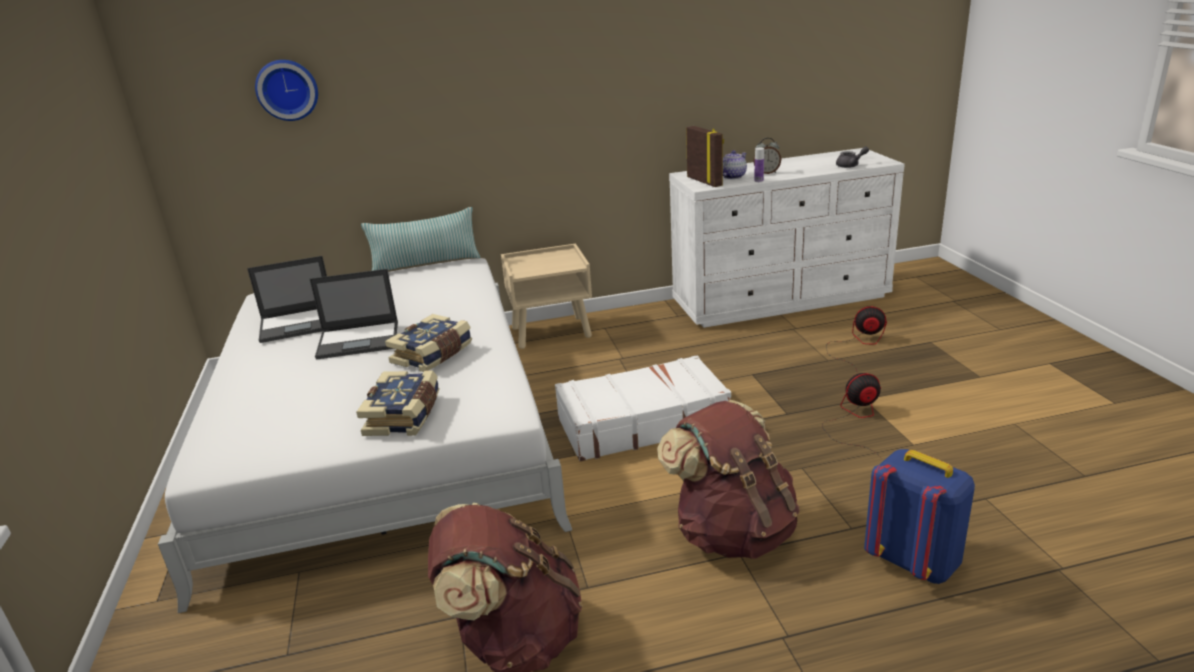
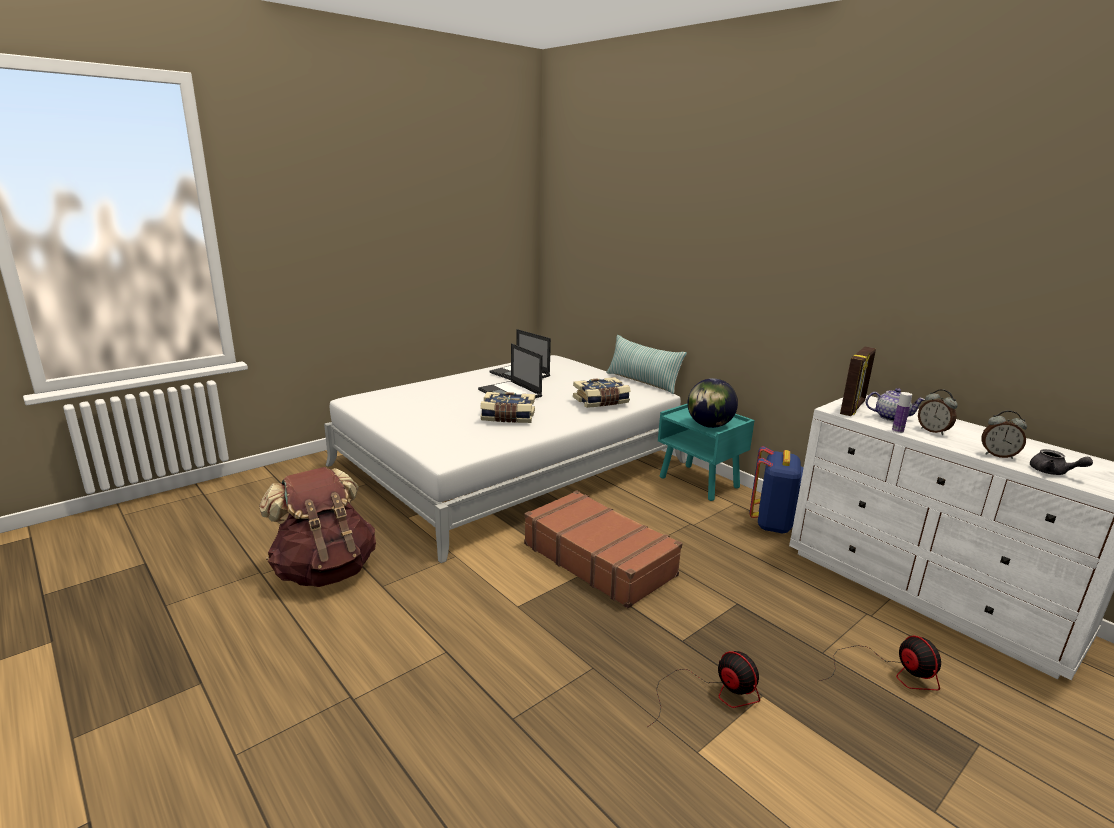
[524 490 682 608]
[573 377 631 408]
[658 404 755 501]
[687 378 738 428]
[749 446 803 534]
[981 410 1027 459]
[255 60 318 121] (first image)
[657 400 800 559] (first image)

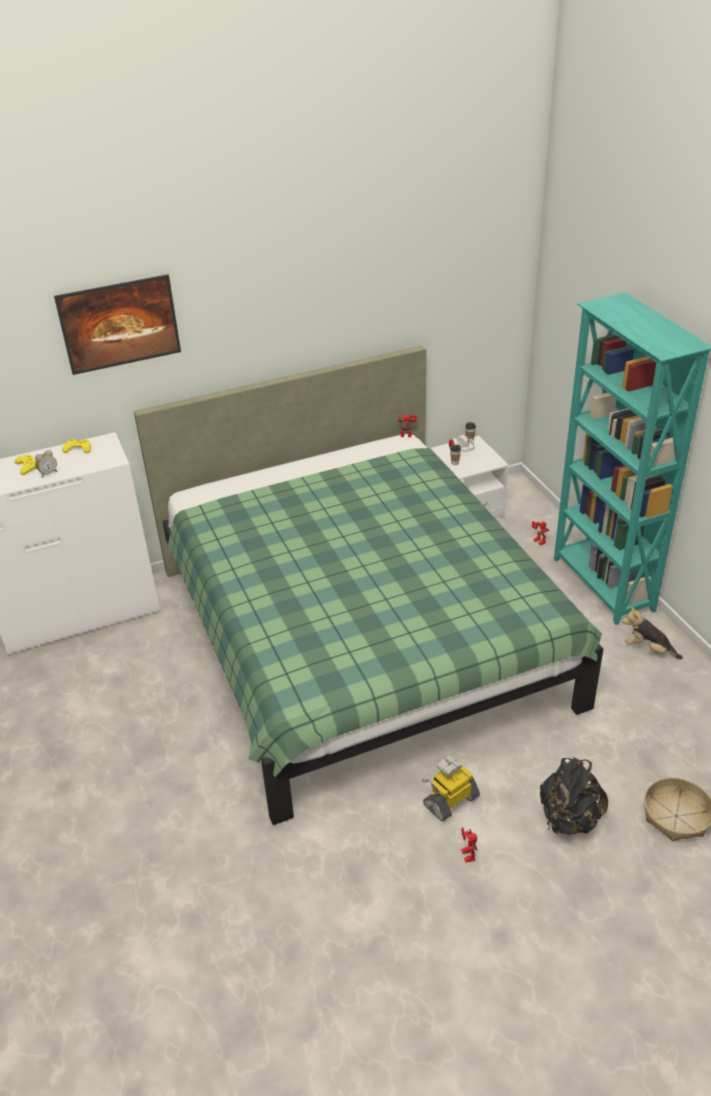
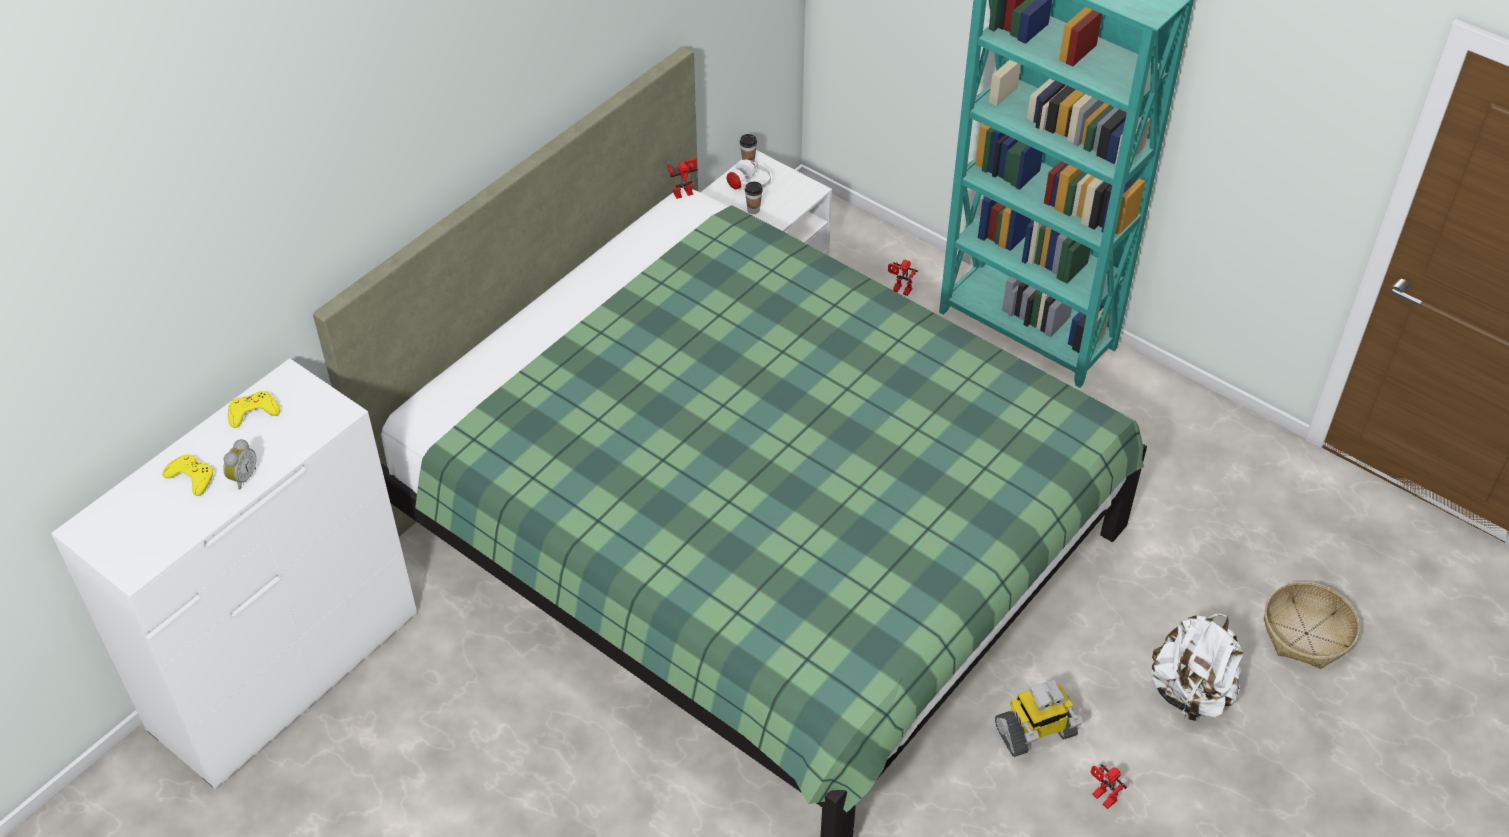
[995 680 1083 757]
[1151 613 1243 721]
[54 274 181 375] (first image)
[622 606 683 659] (first image)

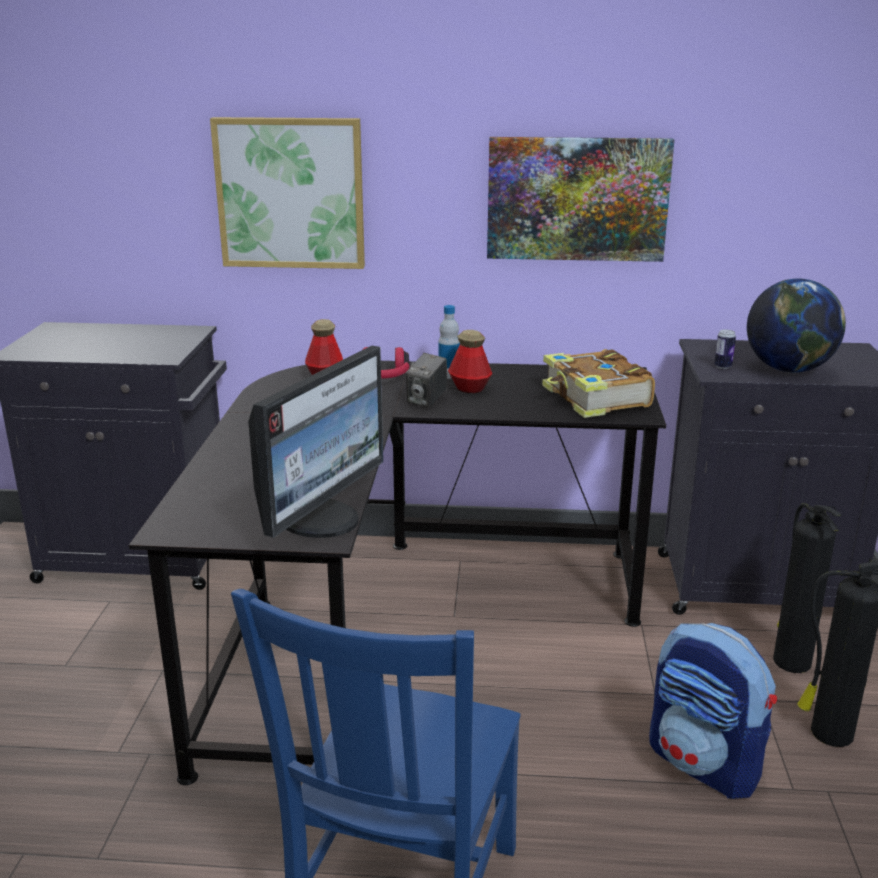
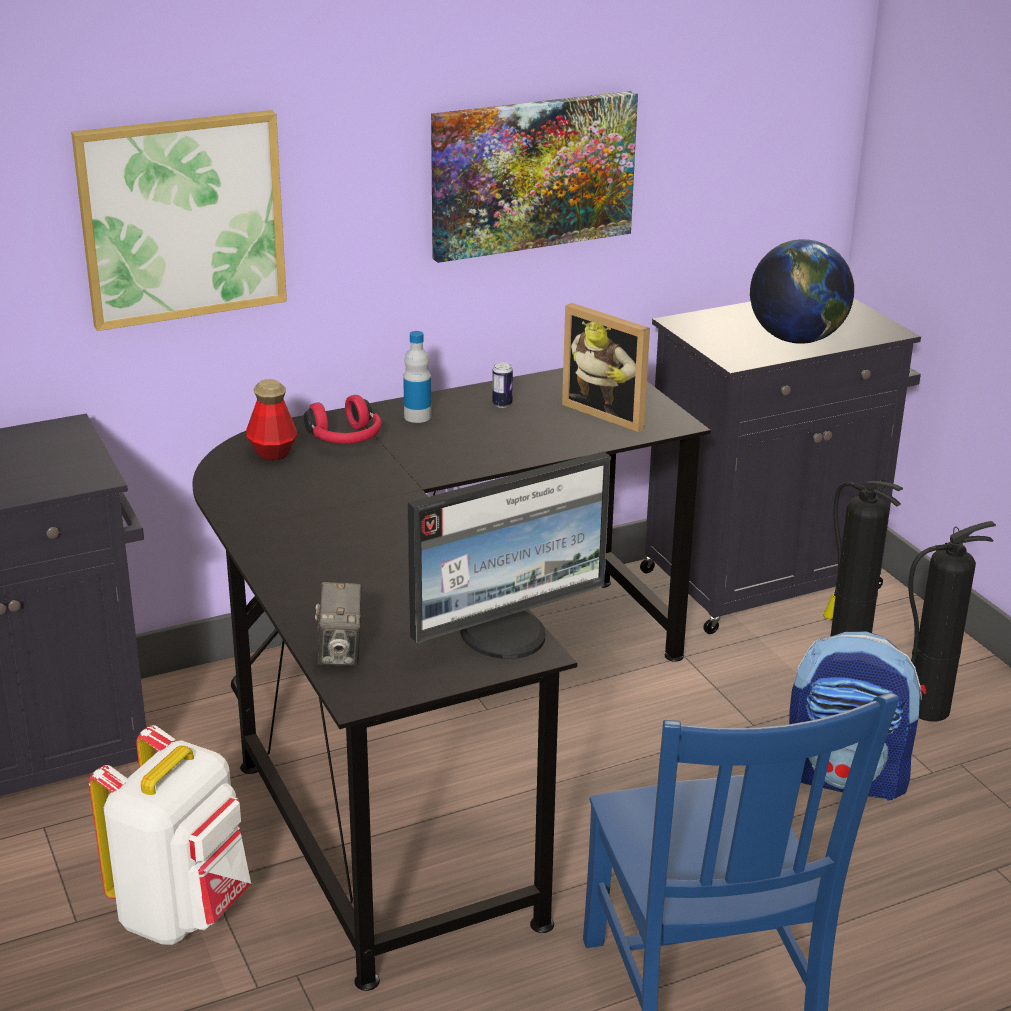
[89 725 251 945]
[315 582 362 666]
[408 451 611 659]
[492 362 513 408]
[562 303 650 432]
[448 330 492 393] (first image)

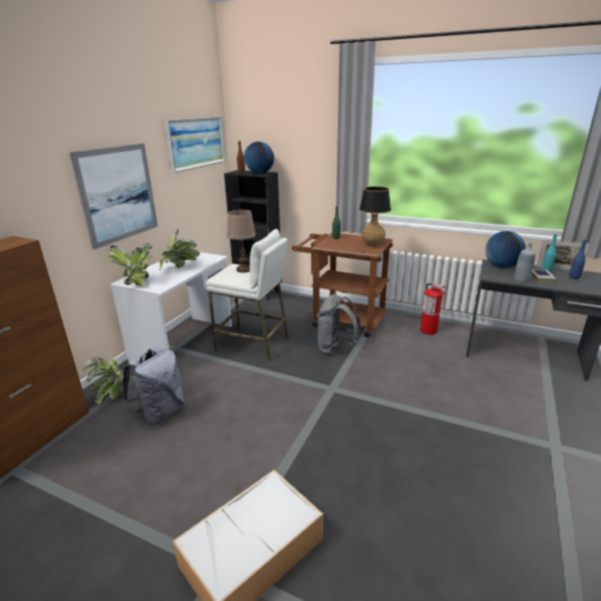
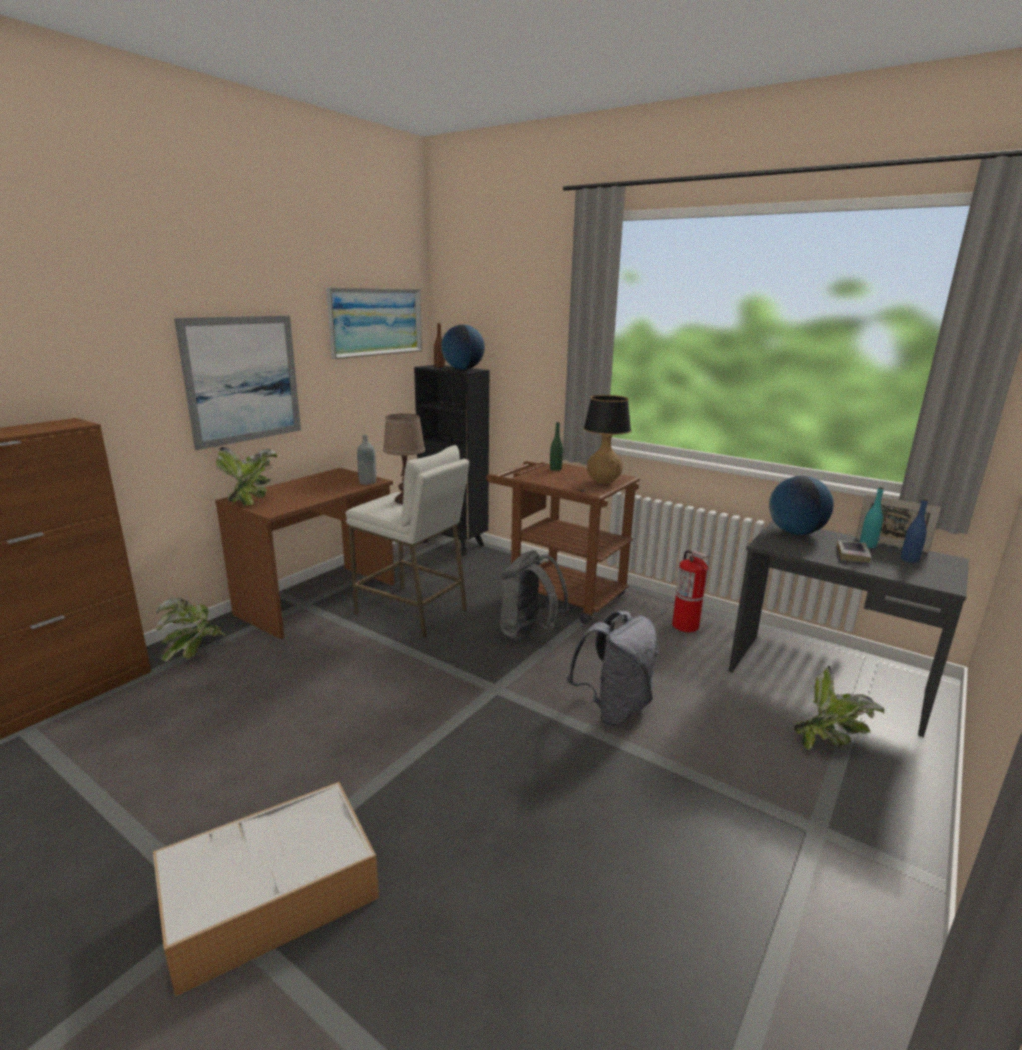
[215 468 394 639]
[357 435 376 485]
[567 611 659 726]
[794 666 884 750]

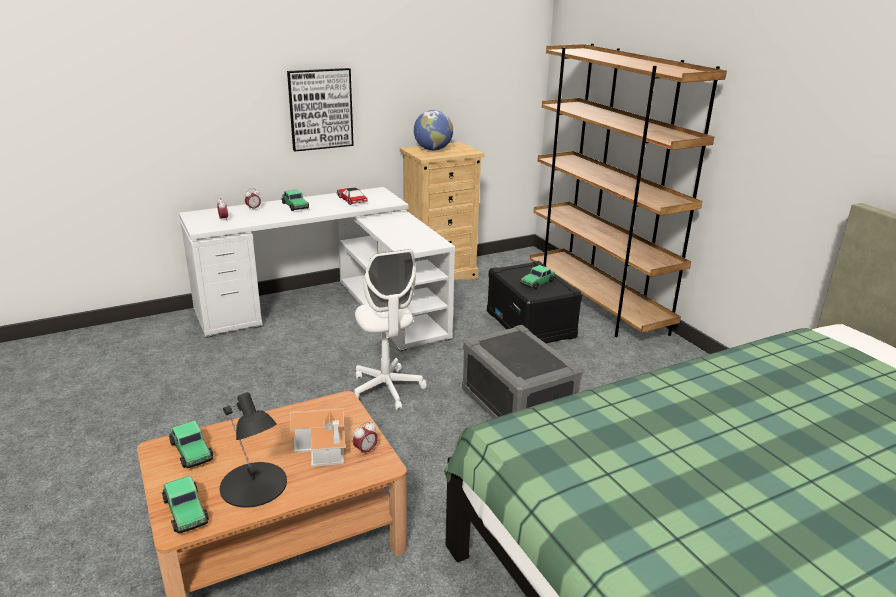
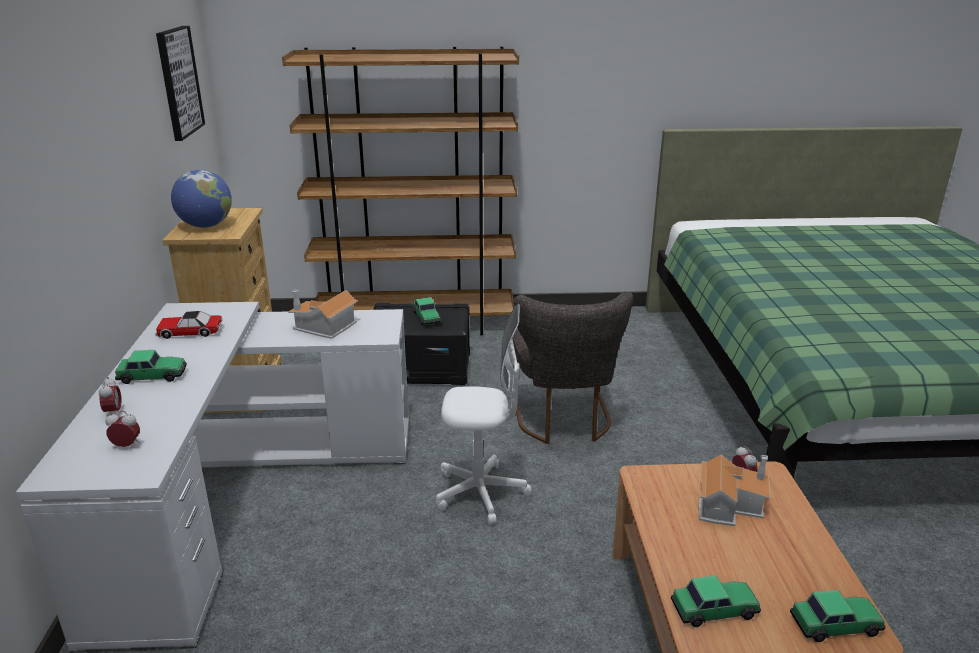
[156 26 205 141]
[288 290 358 339]
[512 291 633 444]
[220 392 287 508] (first image)

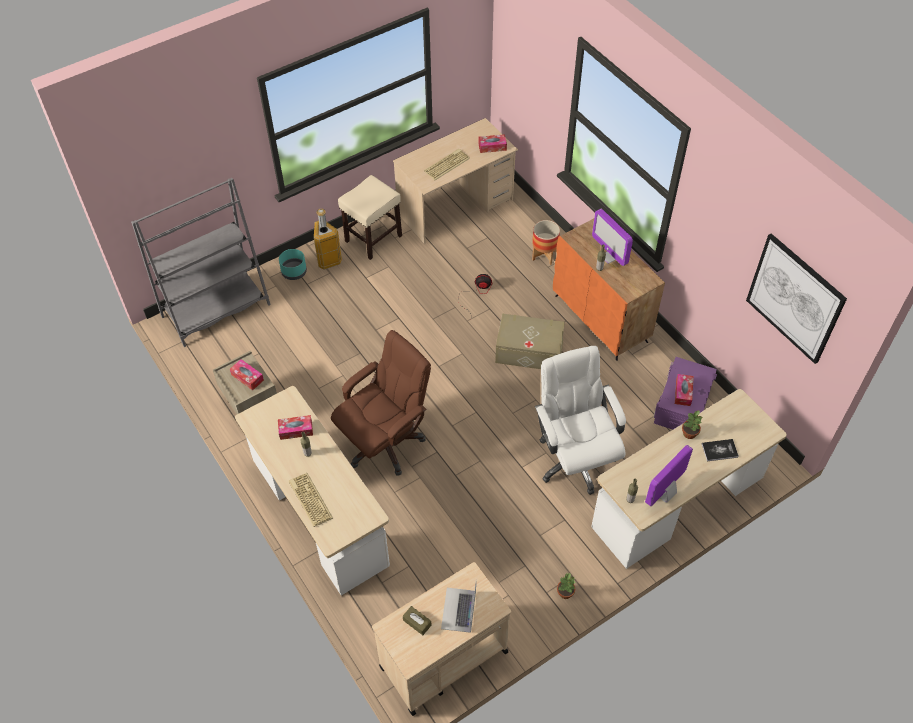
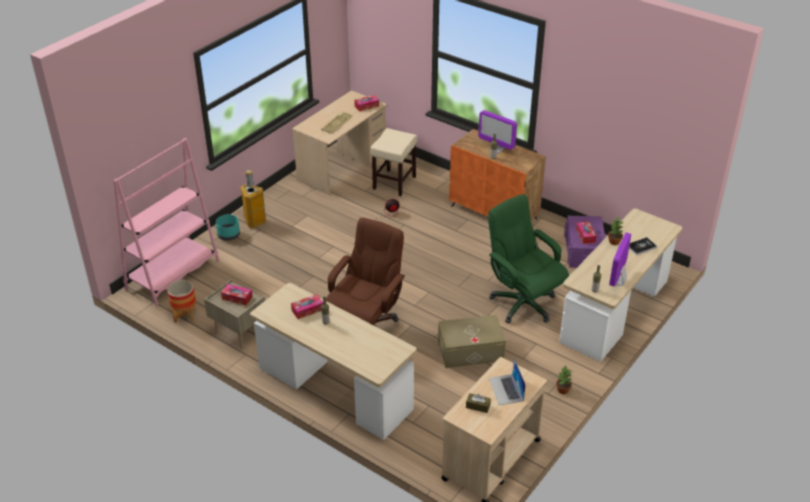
[113 138 220 306]
[167 280 196 323]
[370 128 417 196]
[438 315 506 368]
[488 194 569 324]
[289 473 333 527] (first image)
[746 233 847 364] (first image)

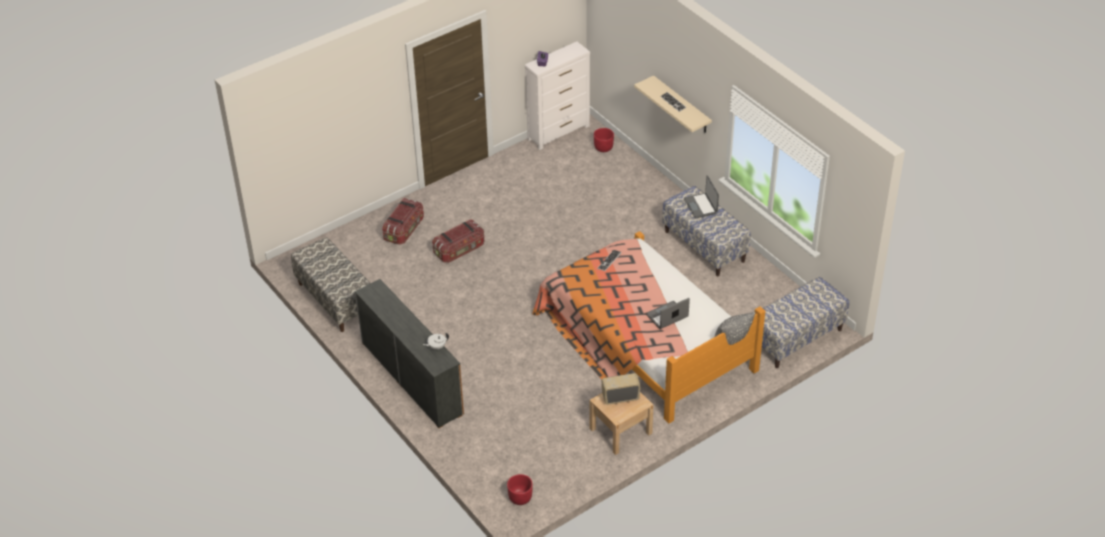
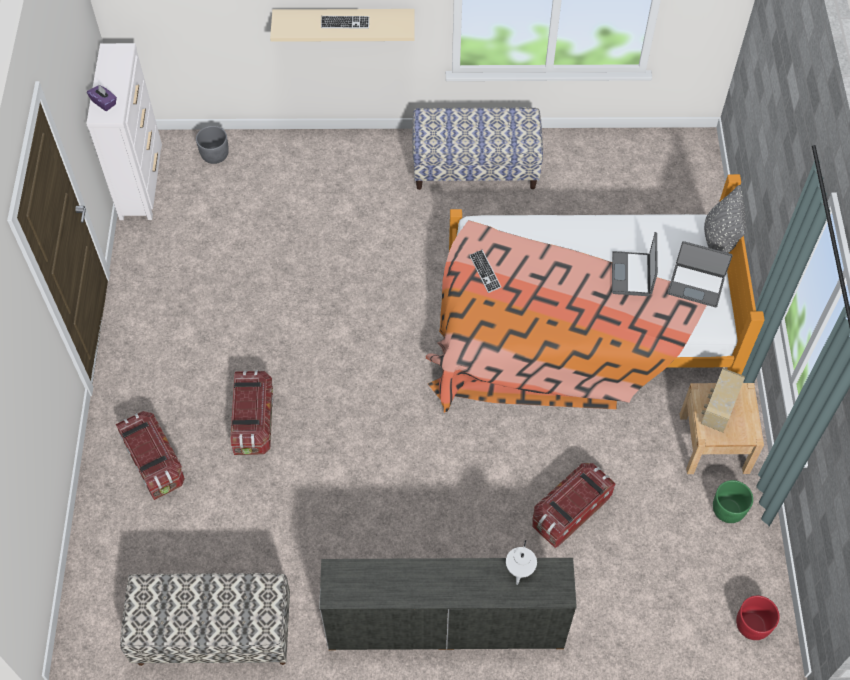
[196 126 229 164]
[532 463 616 548]
[667 241 733 307]
[713 480 753 523]
[762 277 849 368] (first image)

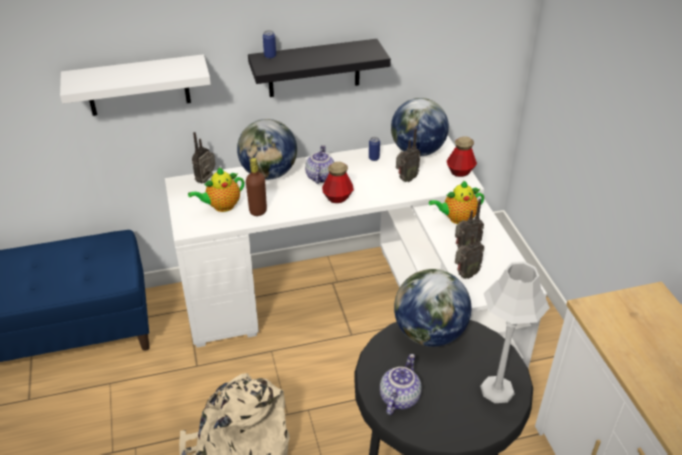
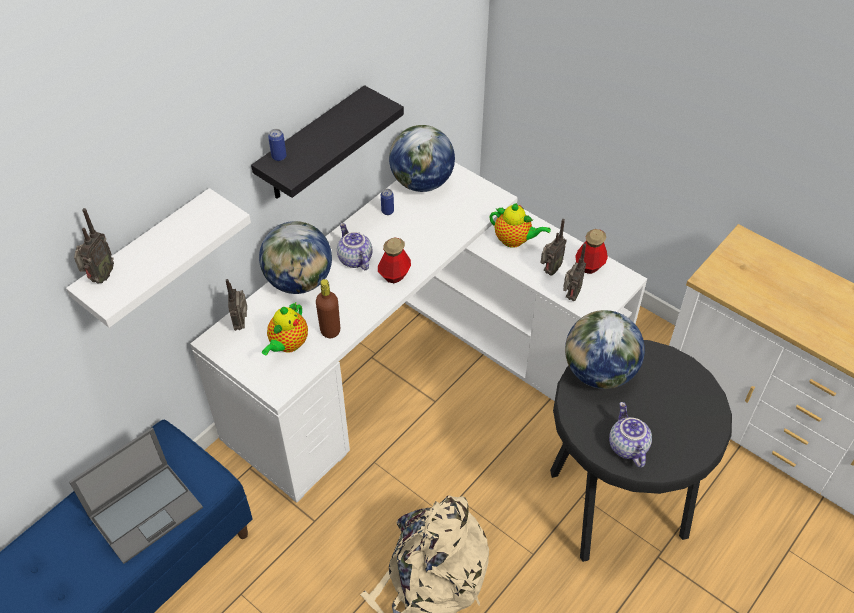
[69 427 203 564]
[74 208 114 284]
[489 203 551 248]
[575 229 608 274]
[480 262 550 403] (first image)

